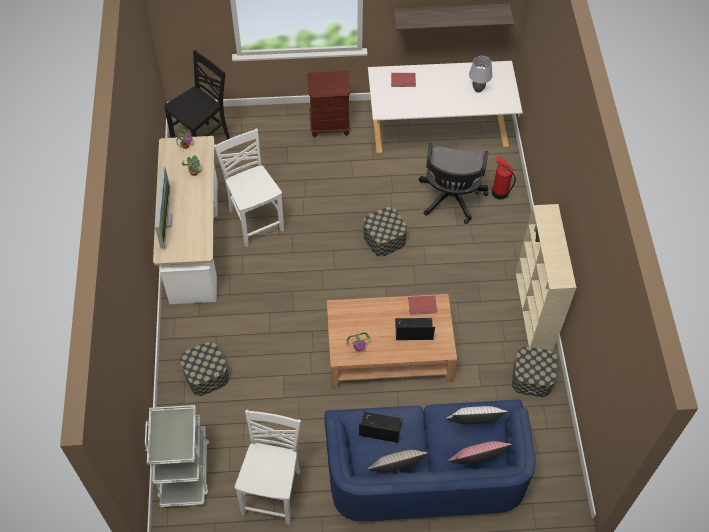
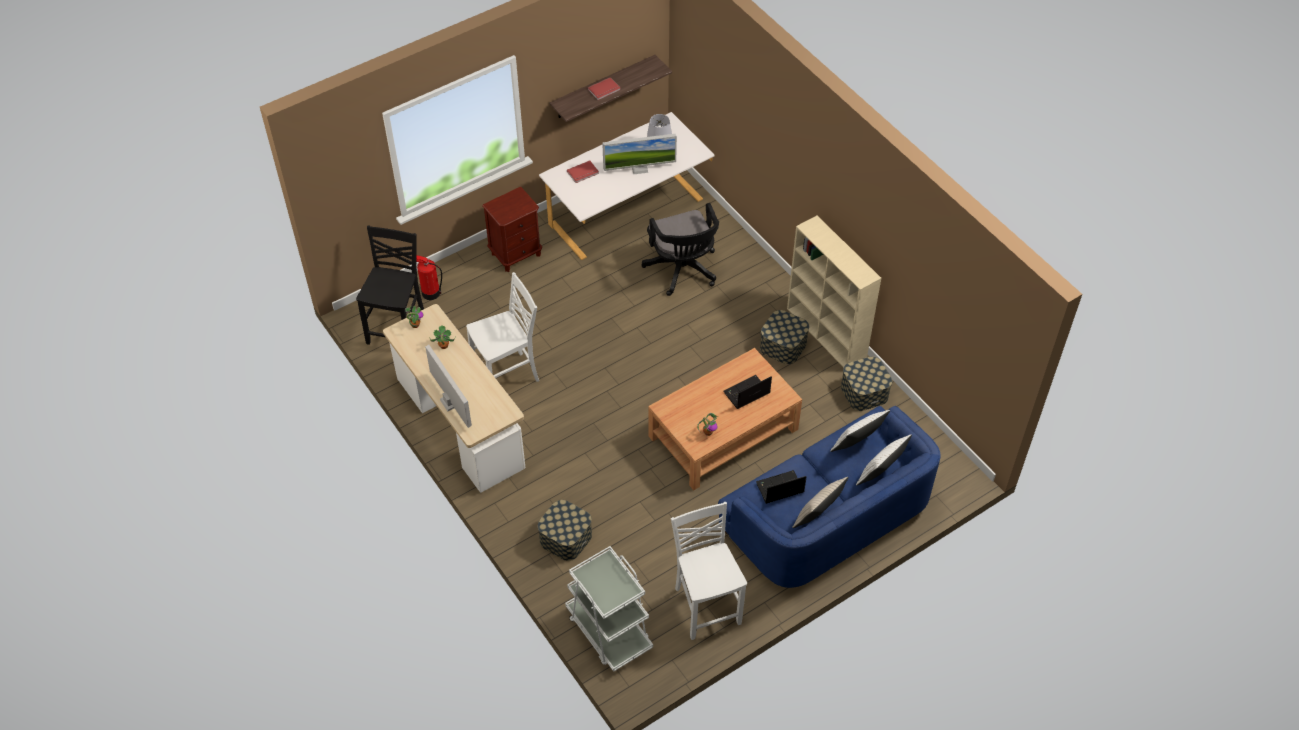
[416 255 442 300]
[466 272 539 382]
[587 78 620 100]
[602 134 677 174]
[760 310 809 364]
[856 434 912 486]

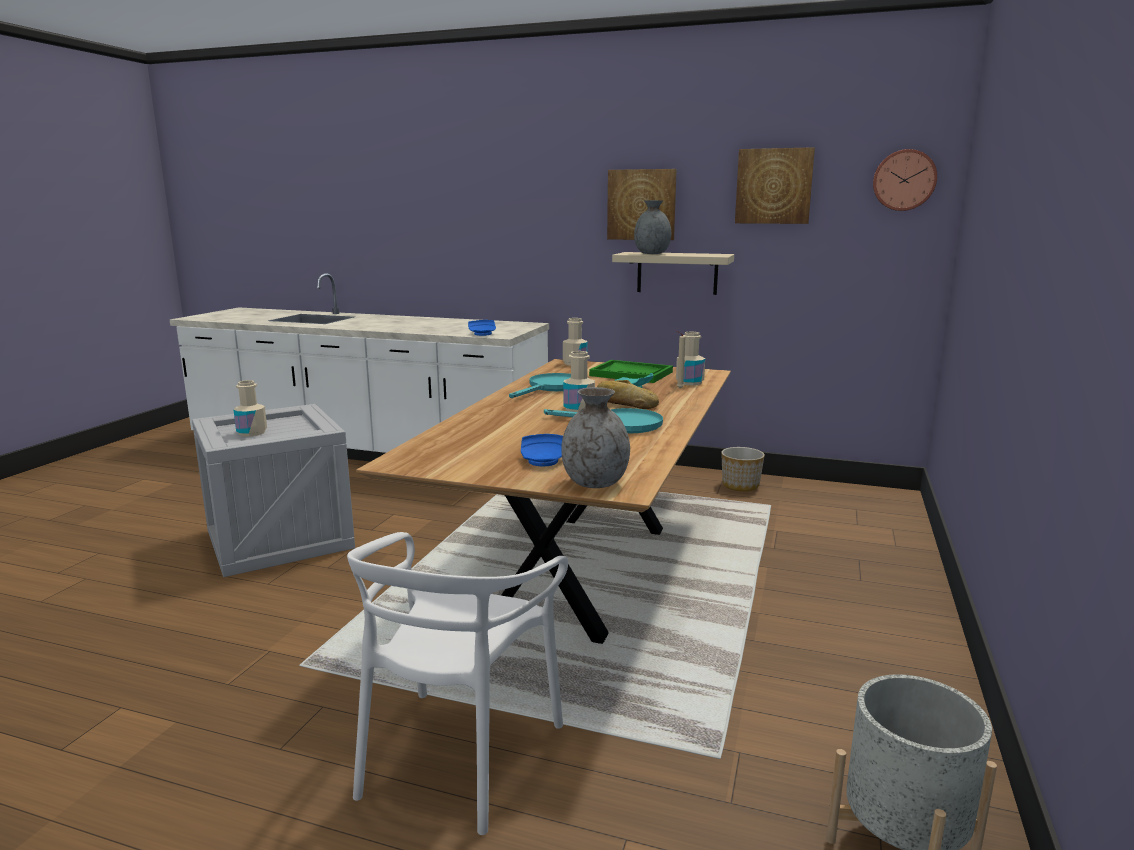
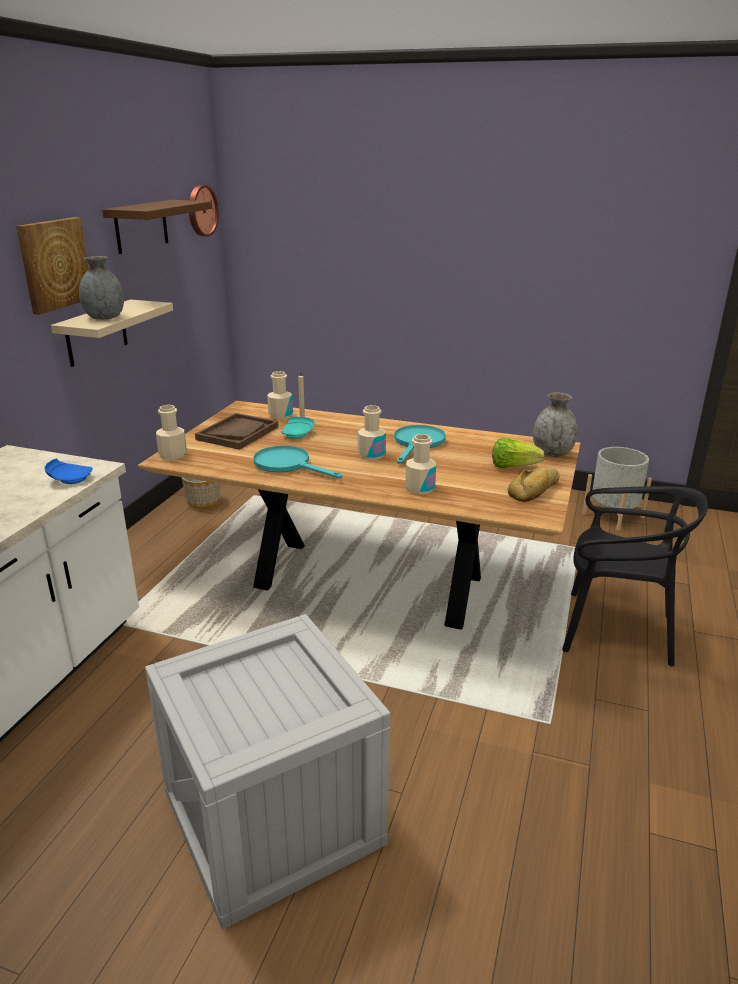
[102 200 212 254]
[195 413 278 450]
[405 434 436 494]
[492 438 544 468]
[508 466 560 502]
[562 486 708 667]

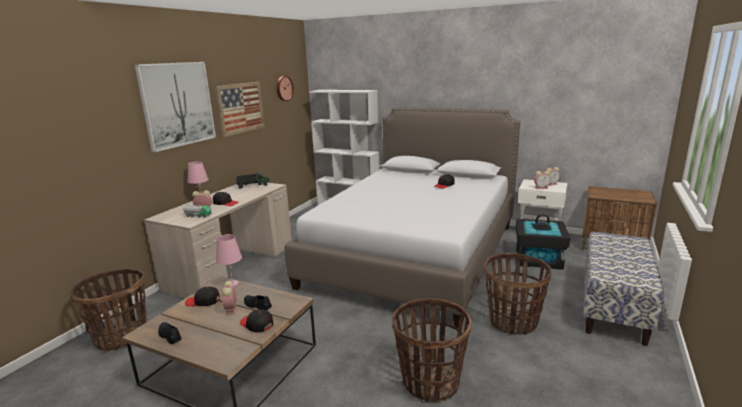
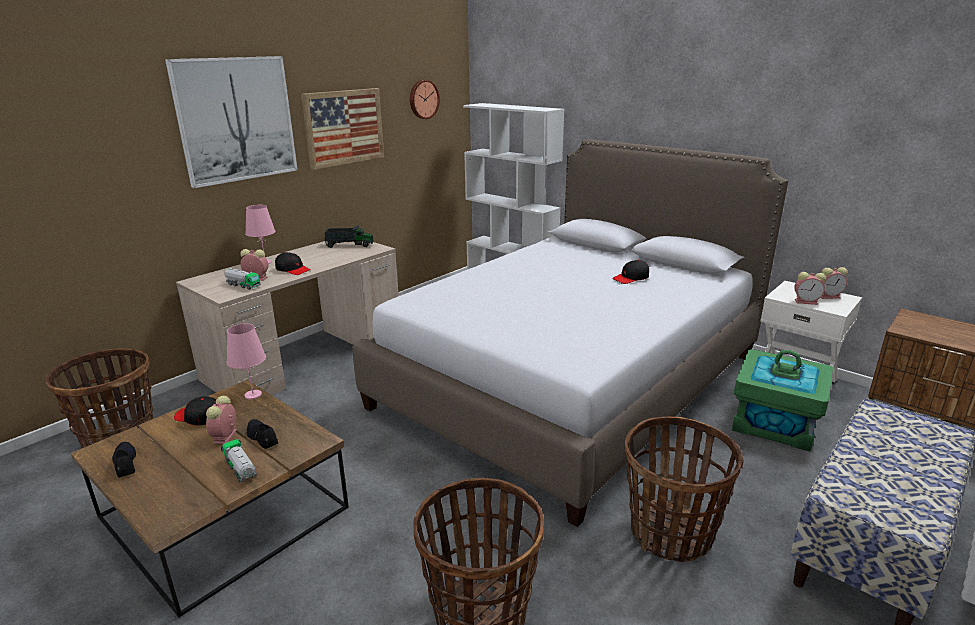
[221 439 257 482]
[732 349 833 452]

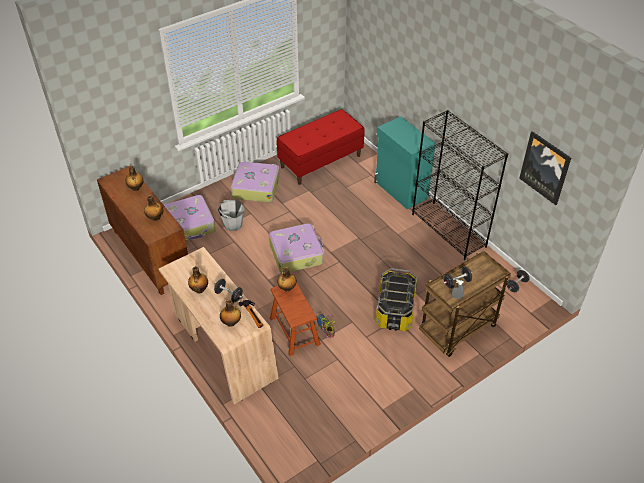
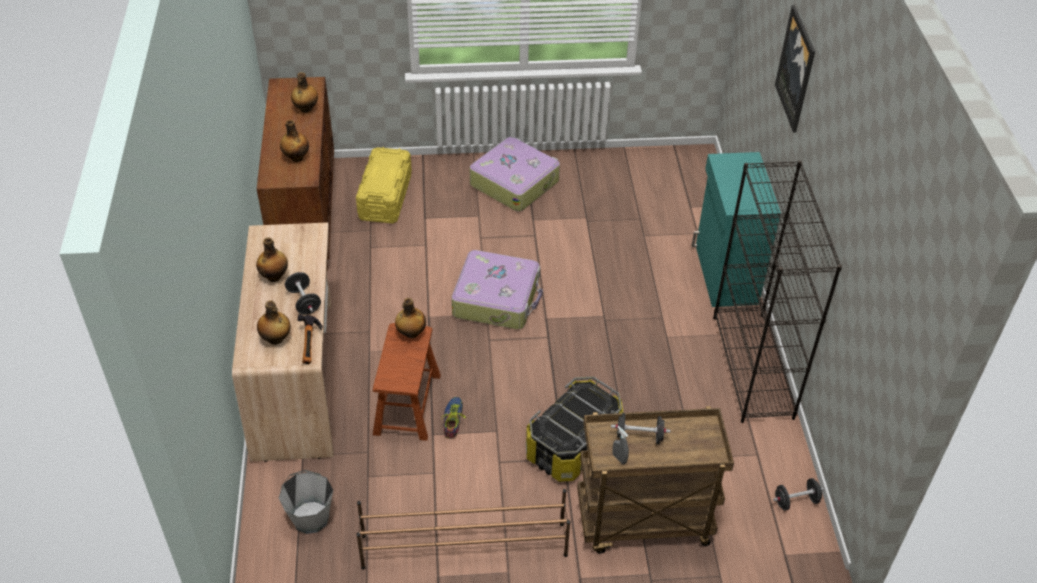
[279 470 333 534]
[356 147 412 223]
[356 489 570 570]
[775 5 815 133]
[277 109 365 185] (first image)

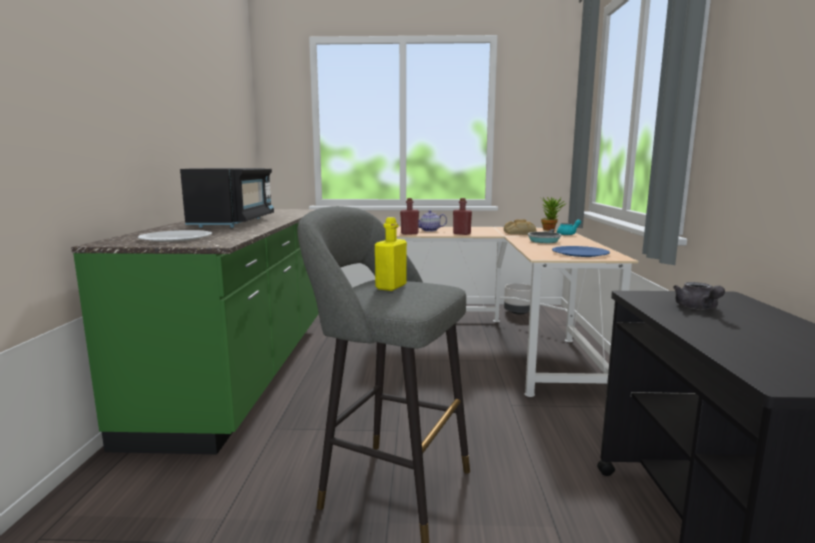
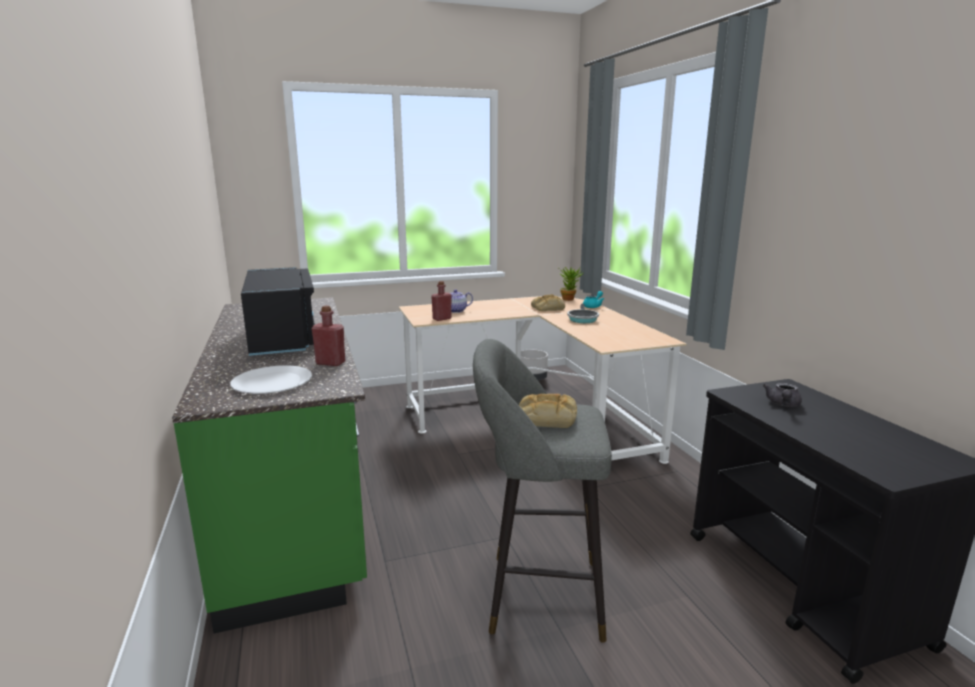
[312 306 345 366]
[519 394 577 428]
[763 383 802 407]
[552 246 610 257] (first image)

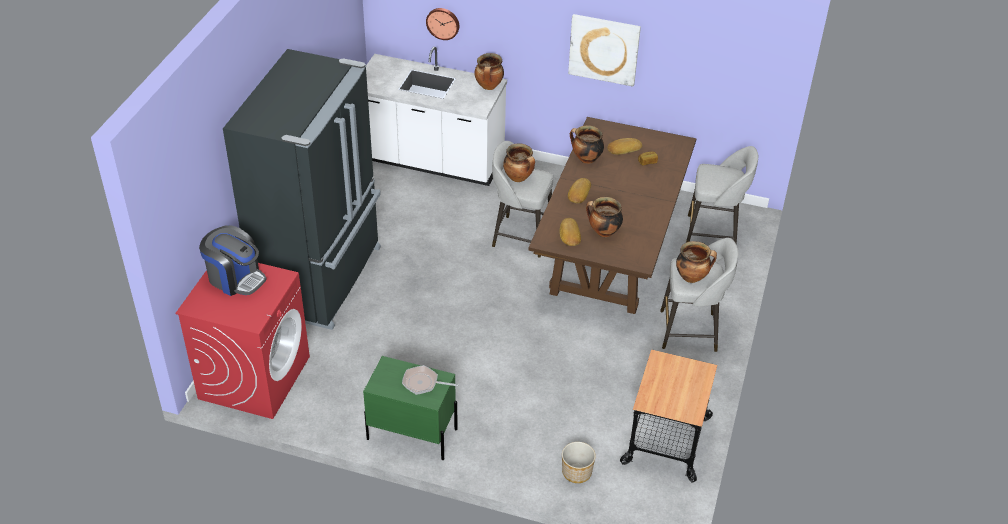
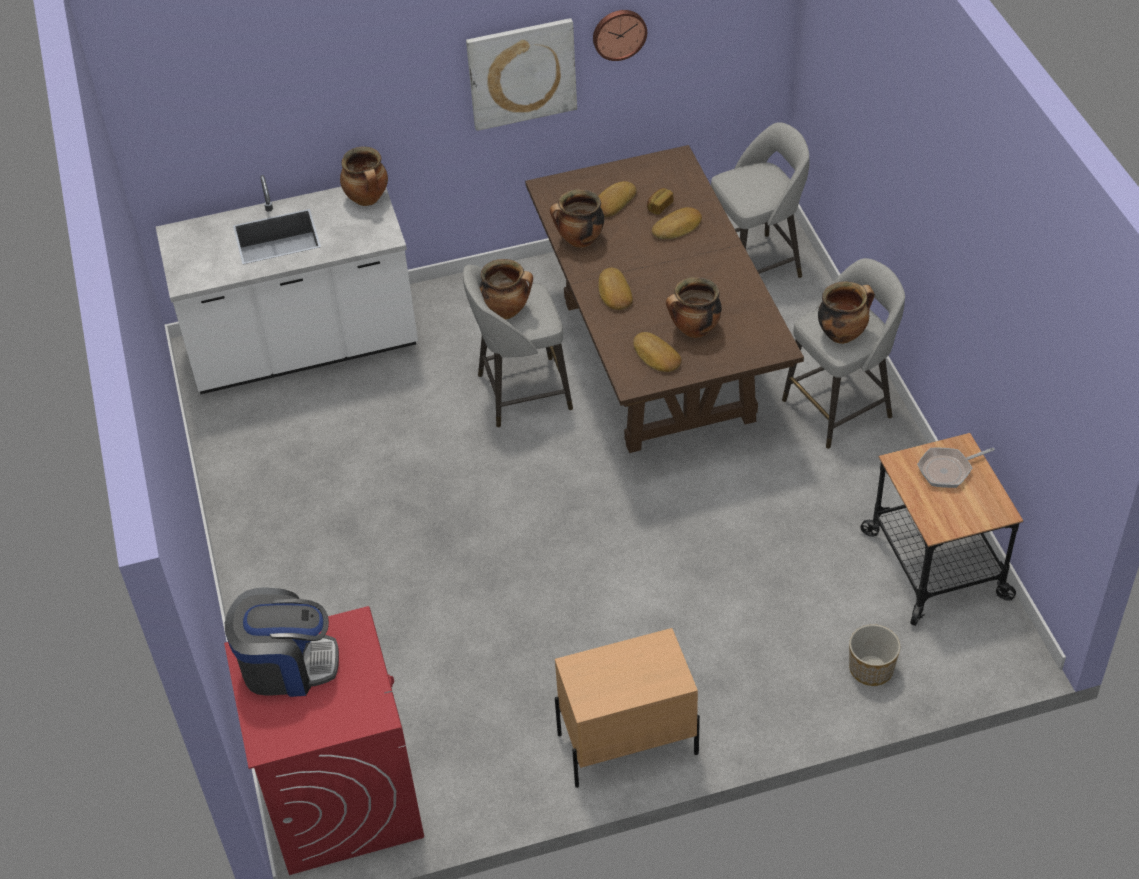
[555 628 700 788]
[593 10 647 61]
[652 207 702 239]
[917 447 995 488]
[223 49 381 330] (first image)

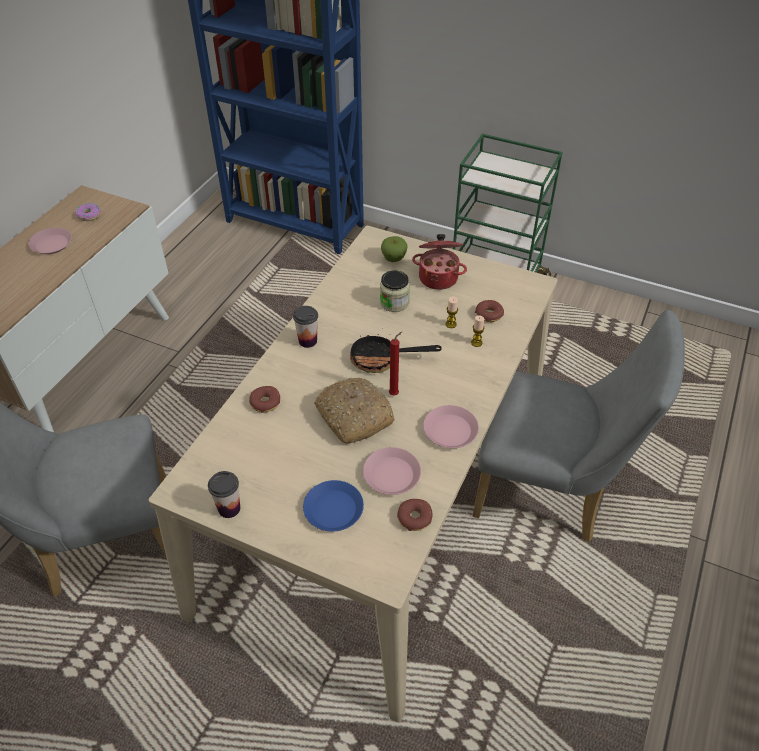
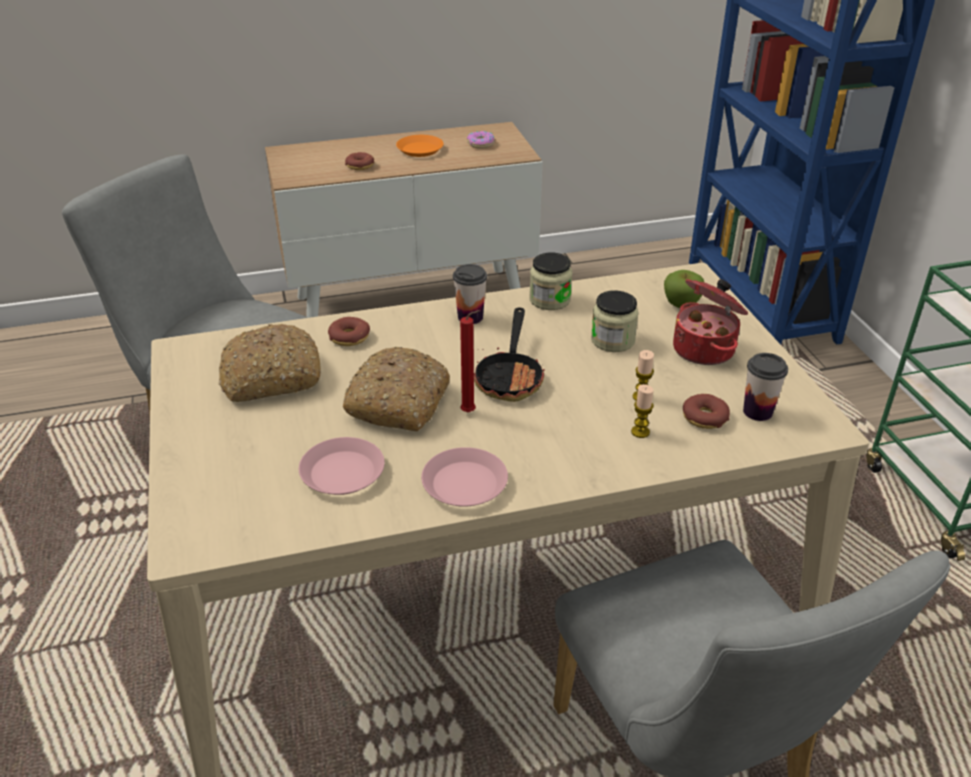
[219 324 321 402]
[345 152 374 170]
[396 135 444 157]
[474 308 545 402]
[529 252 573 310]
[743 353 788 421]
[303 480 364 532] (first image)

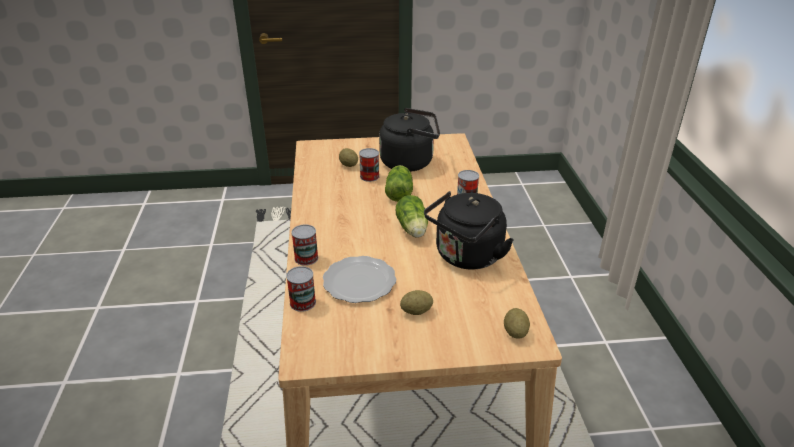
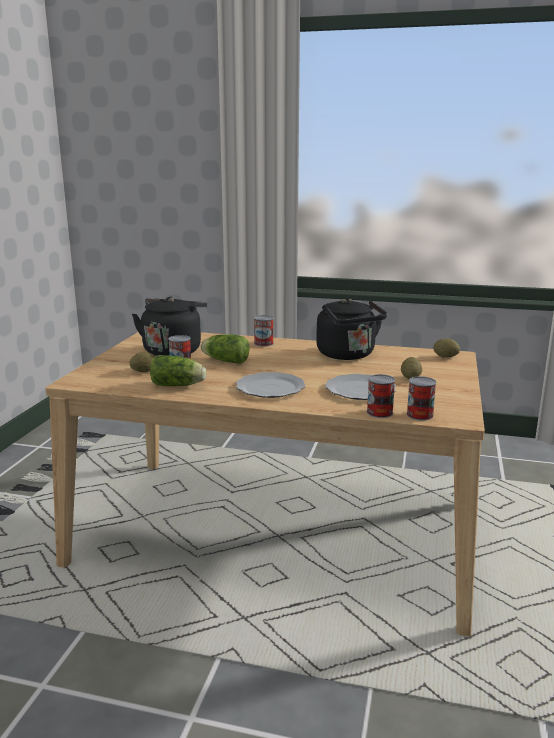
[150 355 206 386]
[236 372 306 398]
[407 376 436 421]

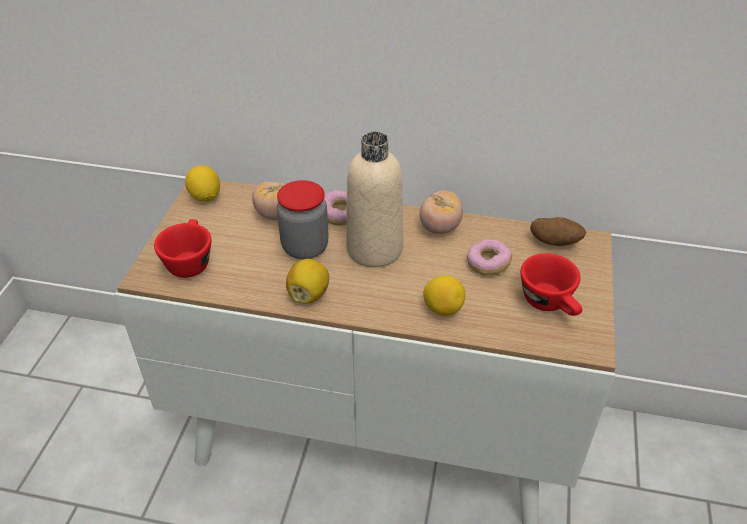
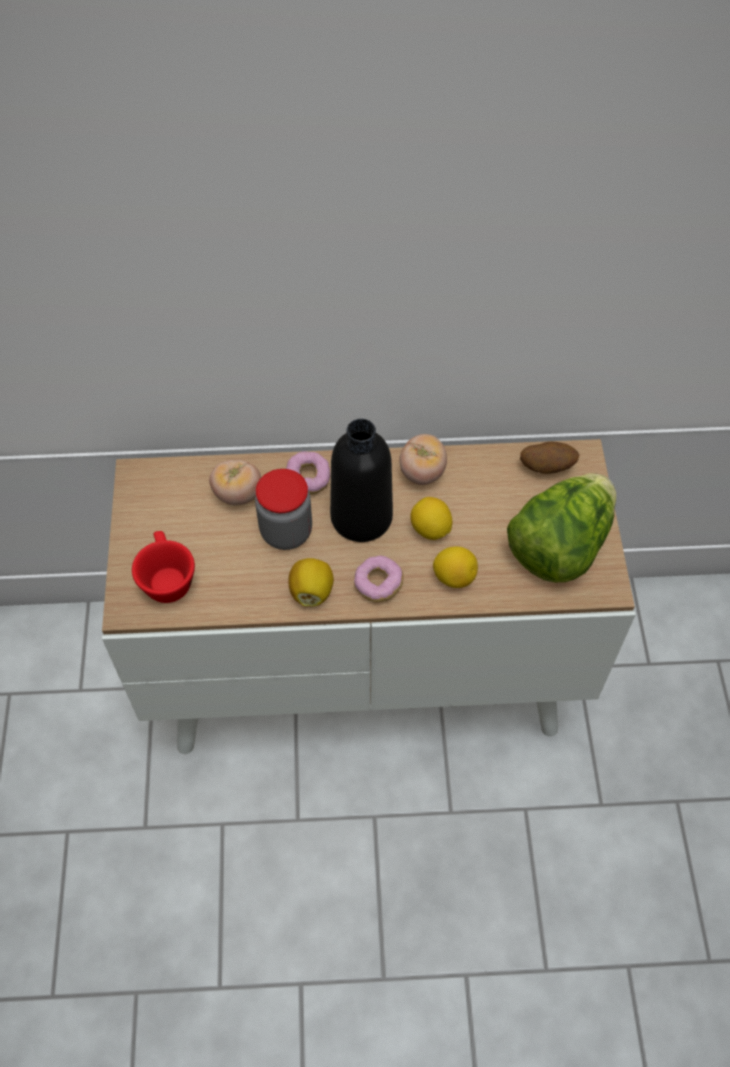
[330 419 393 542]
[354 556 404 602]
[410 497 452 540]
[507 473 616 582]

